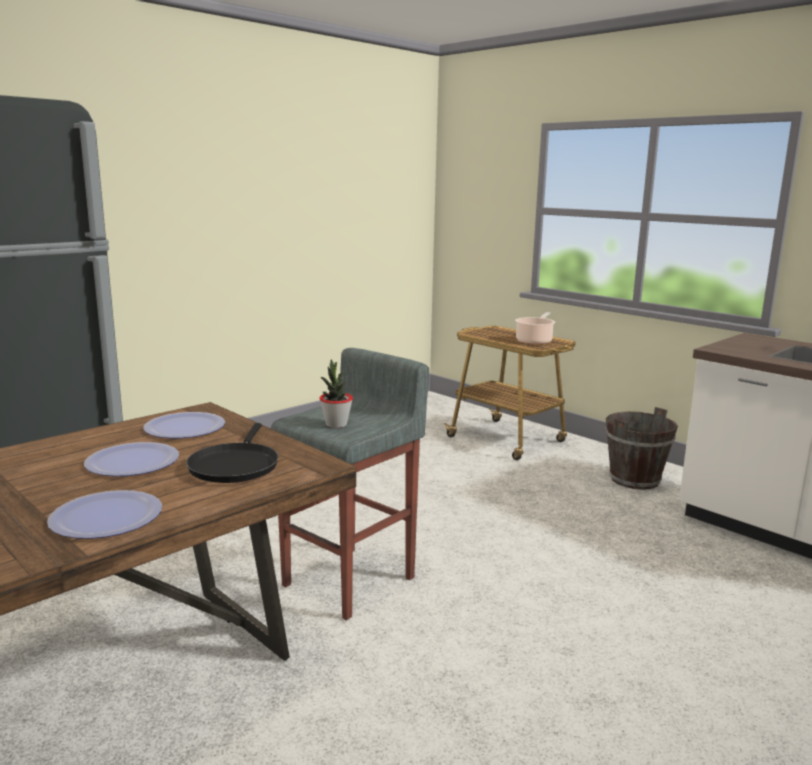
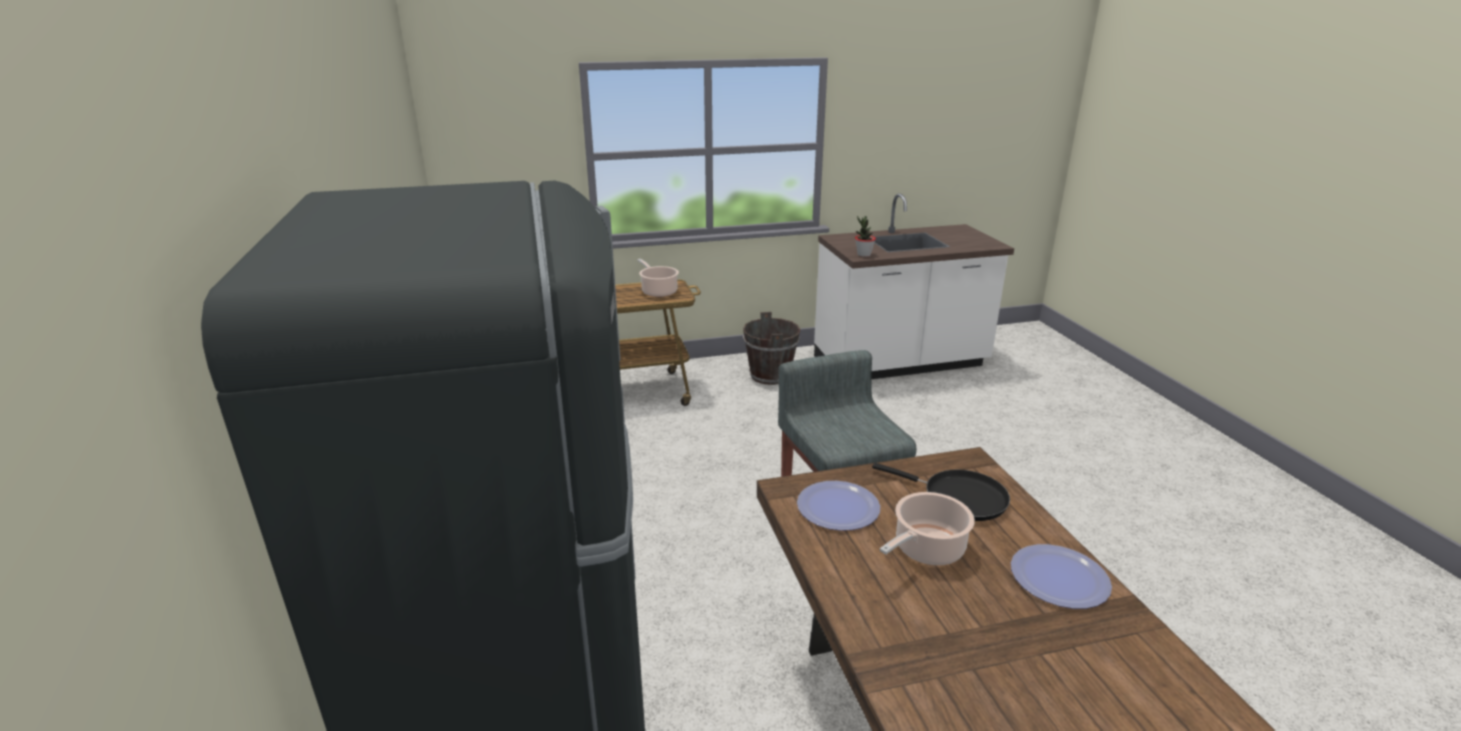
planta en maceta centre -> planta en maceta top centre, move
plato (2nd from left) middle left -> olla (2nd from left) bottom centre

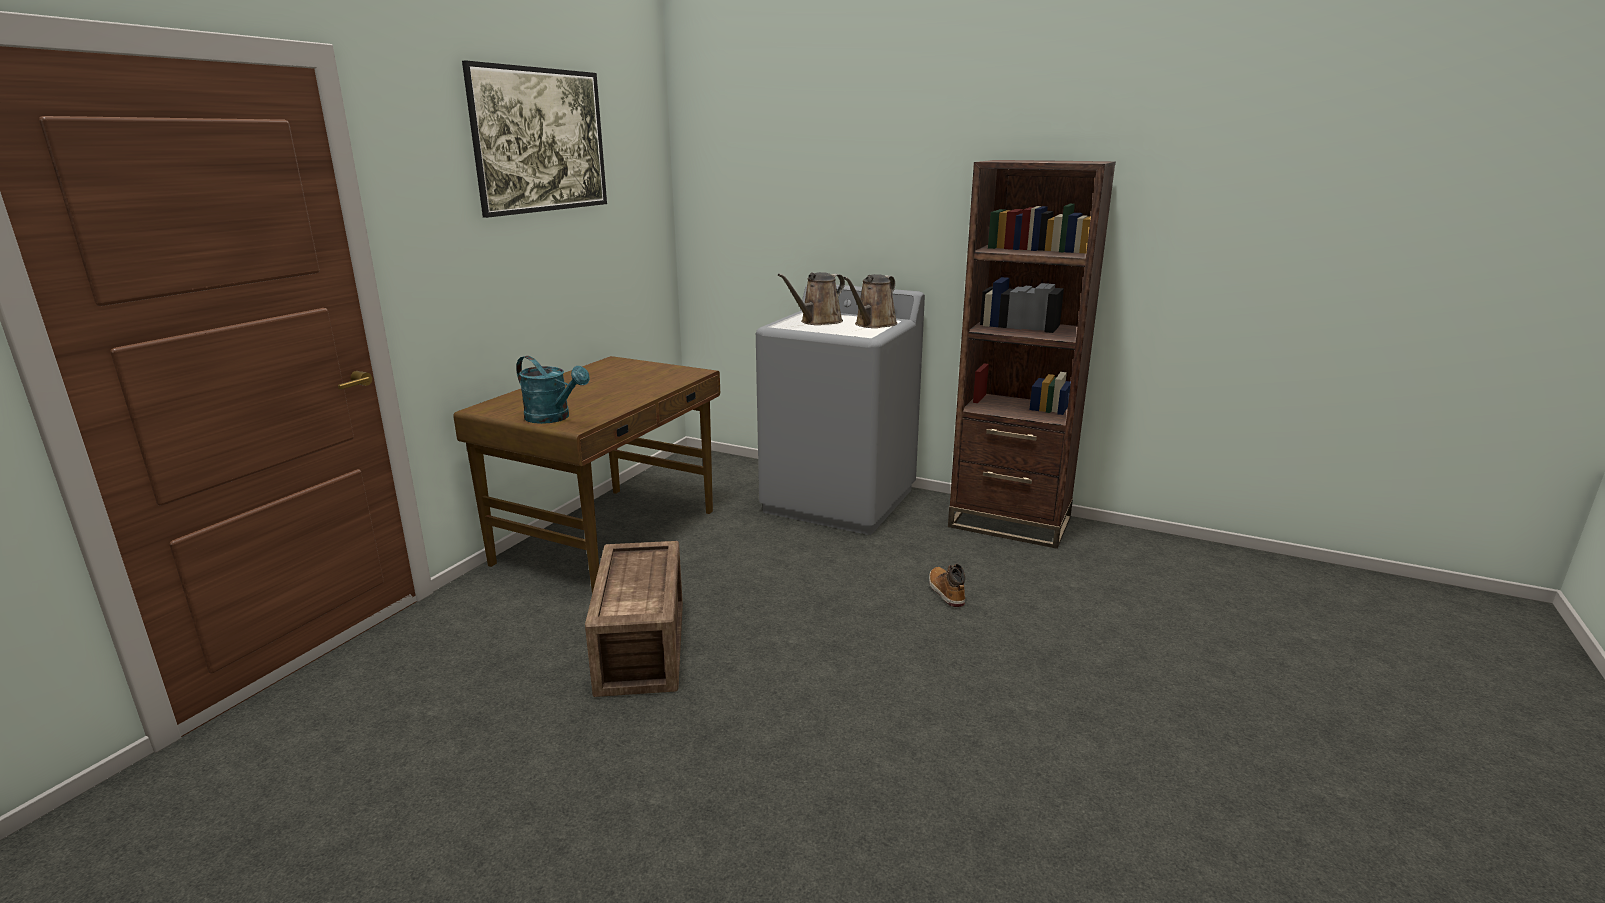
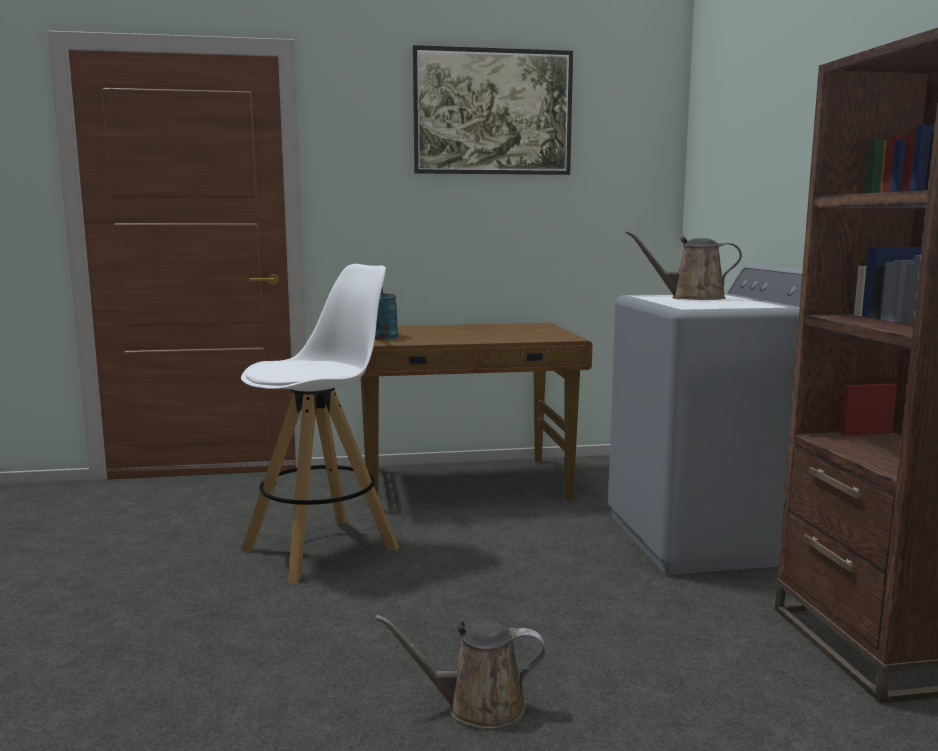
bota centre -> none
regadera/marrón (2nd from left in the first image) centre -> regadera/marrón (1st from left) bottom centre, move
caja de embalaje bottom centre -> taburete/blanco centre

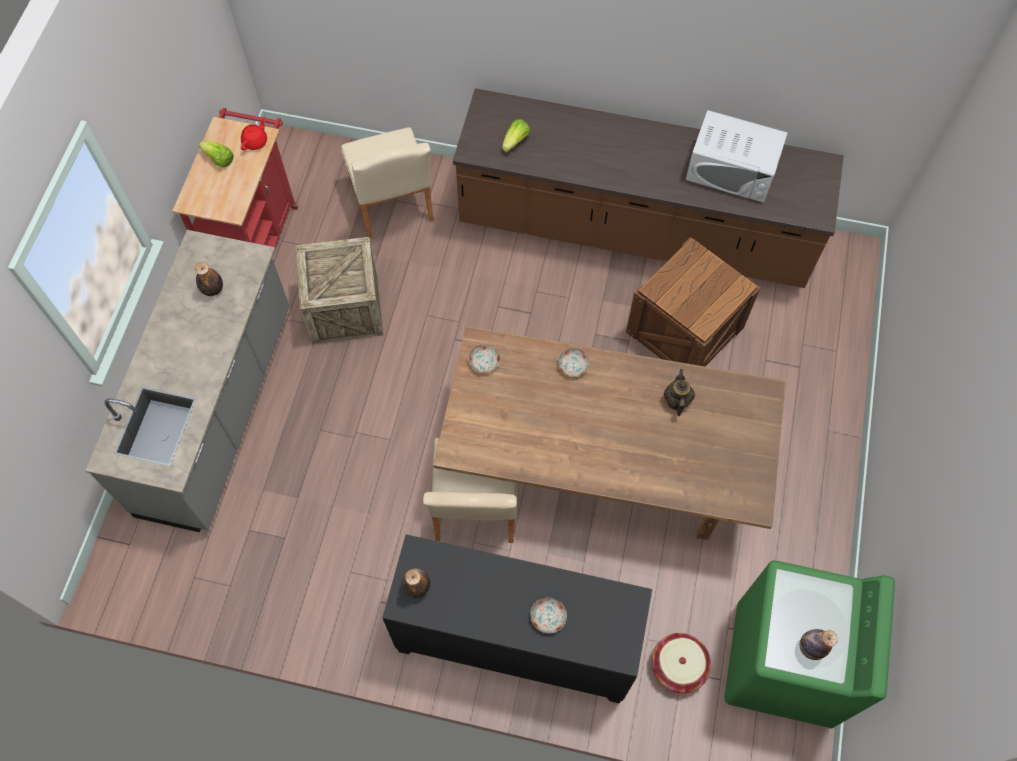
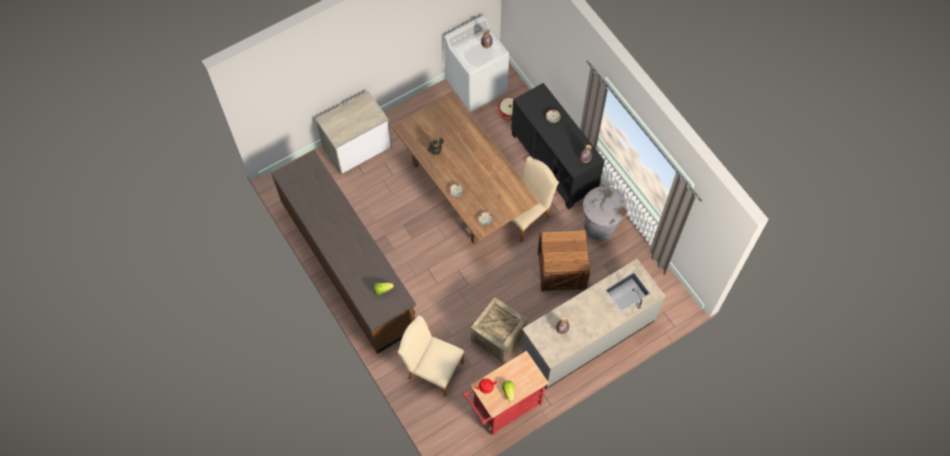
microondas/blanco top right -> none
none -> cómoda top centre
none -> papelera/gris centre
caja de embalaje (2nd from left) middle right -> caja de embalaje (2nd from left) centre, move
lavadora/verde bottom right -> lavadora/blanco top centre
silla/beis (1st from left) top centre -> silla/beis (1st from left) bottom centre, 90 degrees counterclockwise

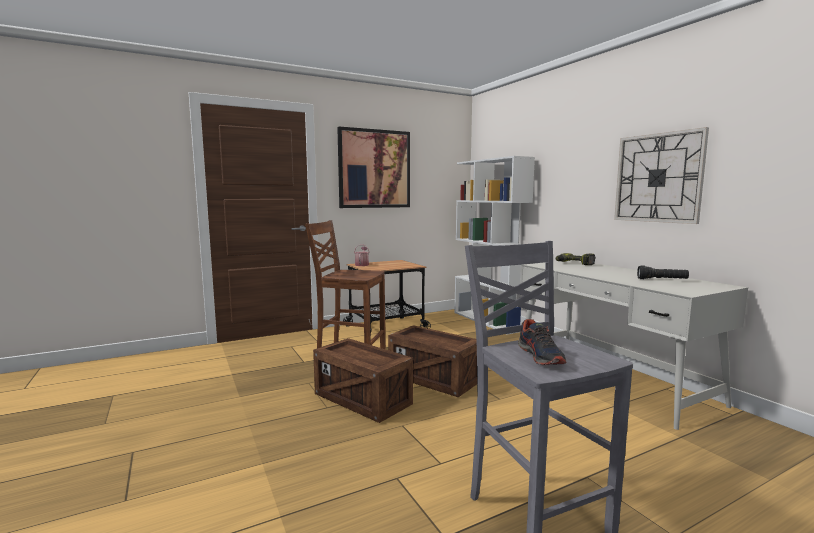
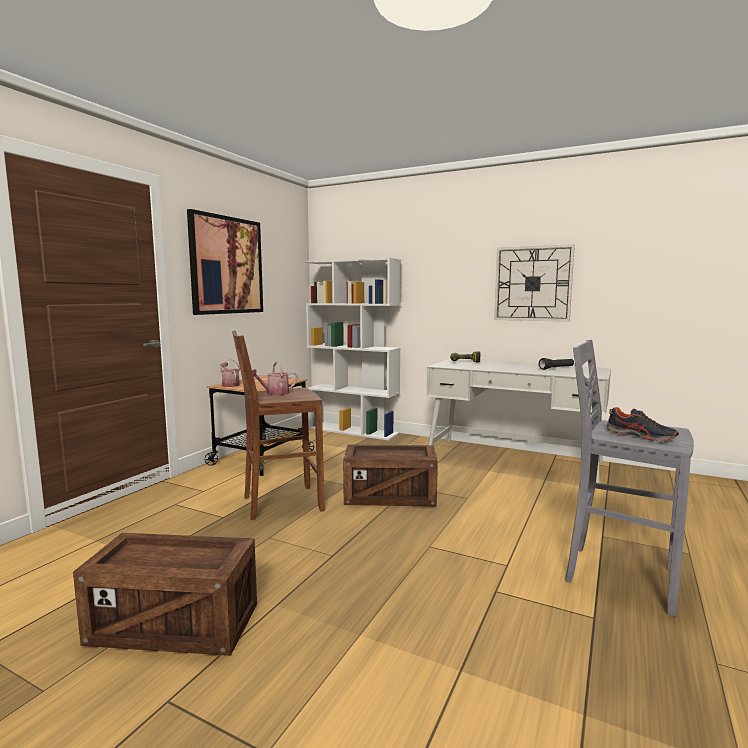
none -> regadera (2nd from left) centre
caja de embalaje (1st from left) bottom centre -> caja de embalaje (1st from left) bottom left, move

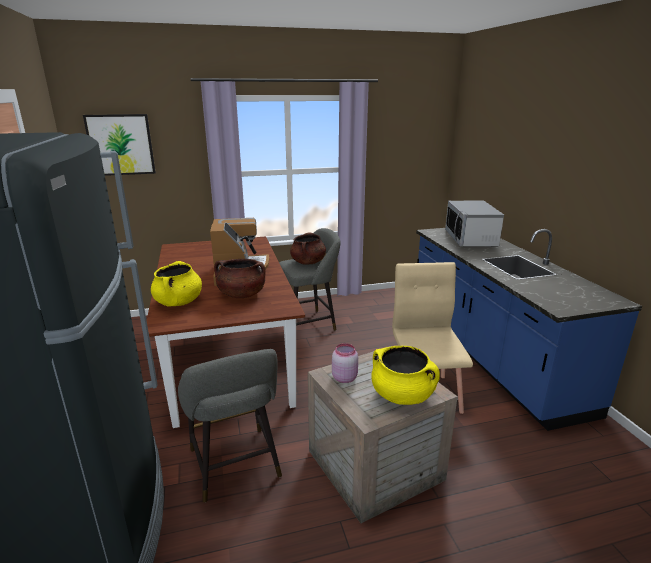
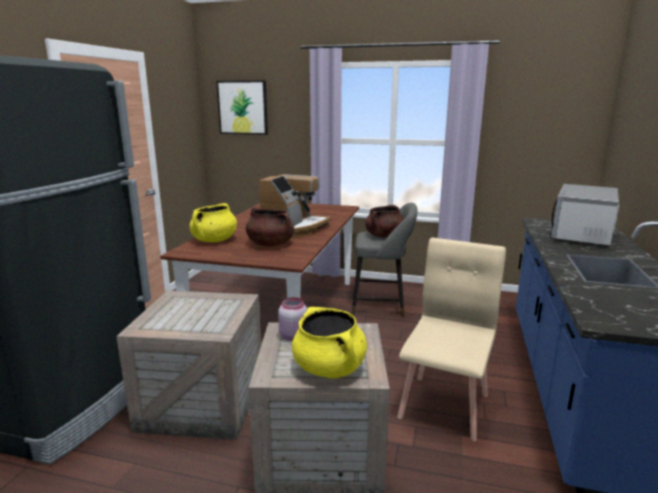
taburete/gris (1st from left) bottom centre -> caja de embalaje (1st from left) bottom left

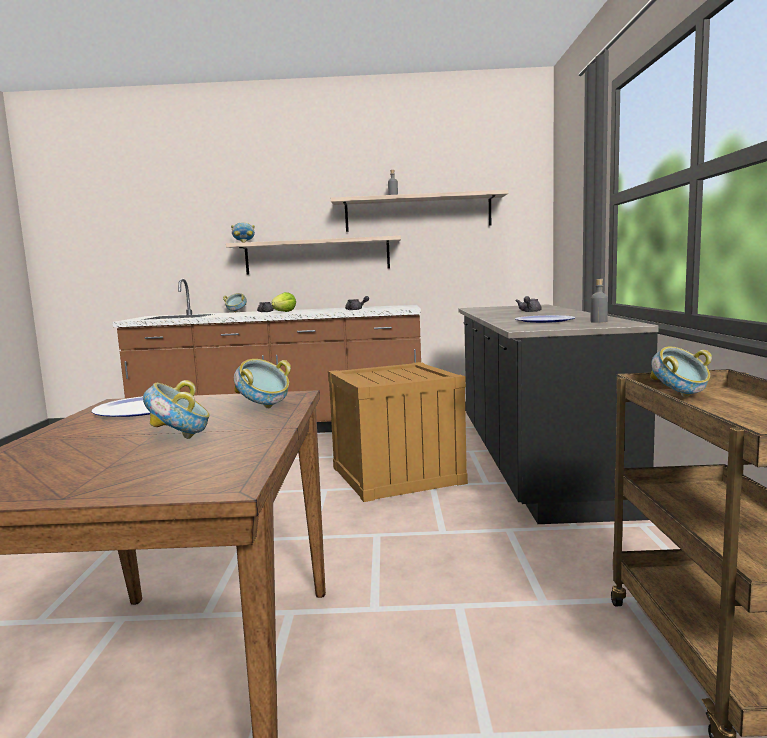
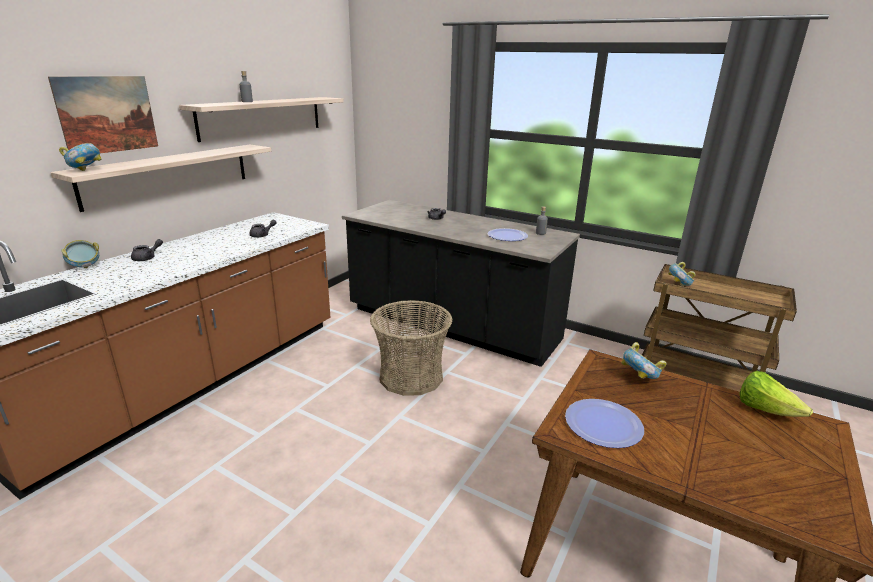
cuenco (1st from left) middle left -> none
none -> cuadro top left
lechuga centre -> lechuga bottom right, move
caja de embalaje centre -> cesta centre

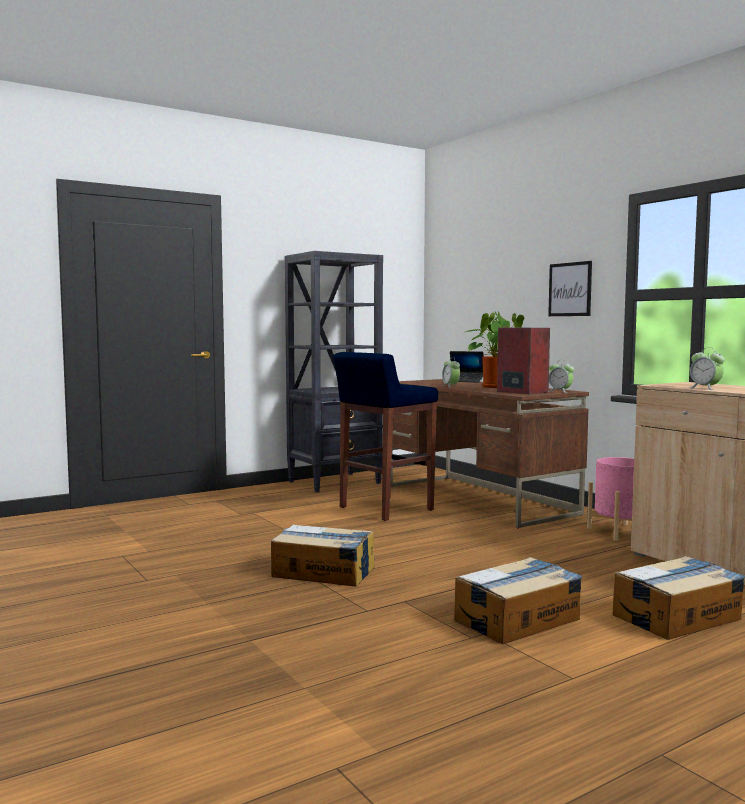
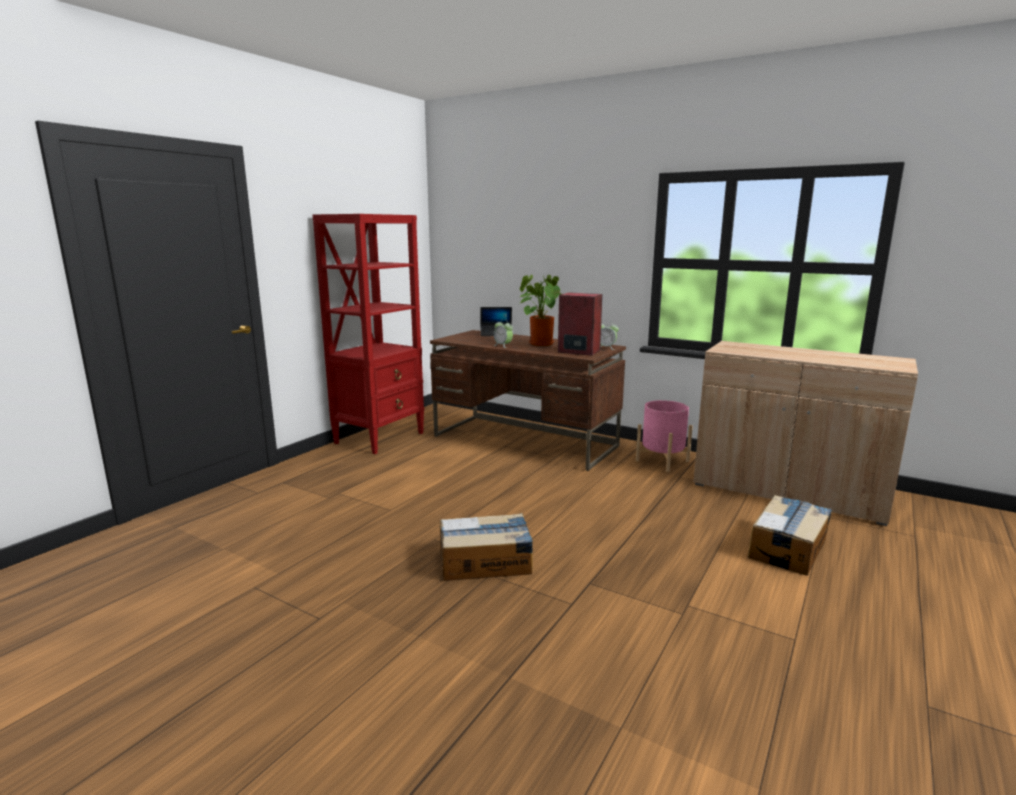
taburete/azul centre -> none
caja de cartón (2nd from left) bottom right -> none
cuadro middle right -> none
despertador (3rd from left) middle right -> none
estantería/negro centre -> estantería/rojo centre

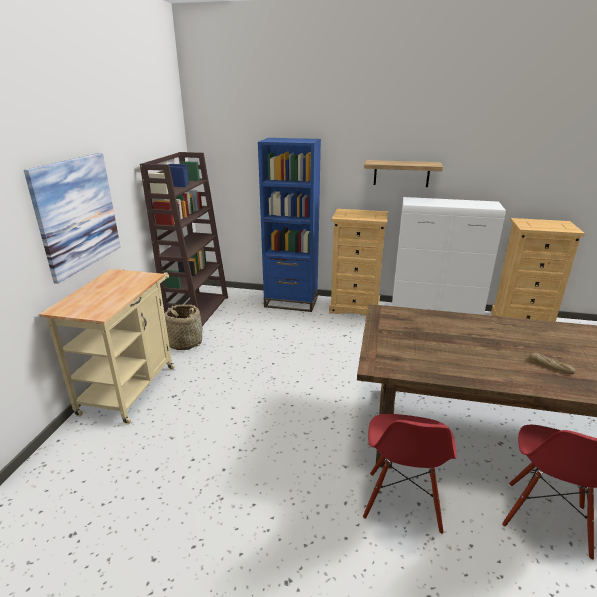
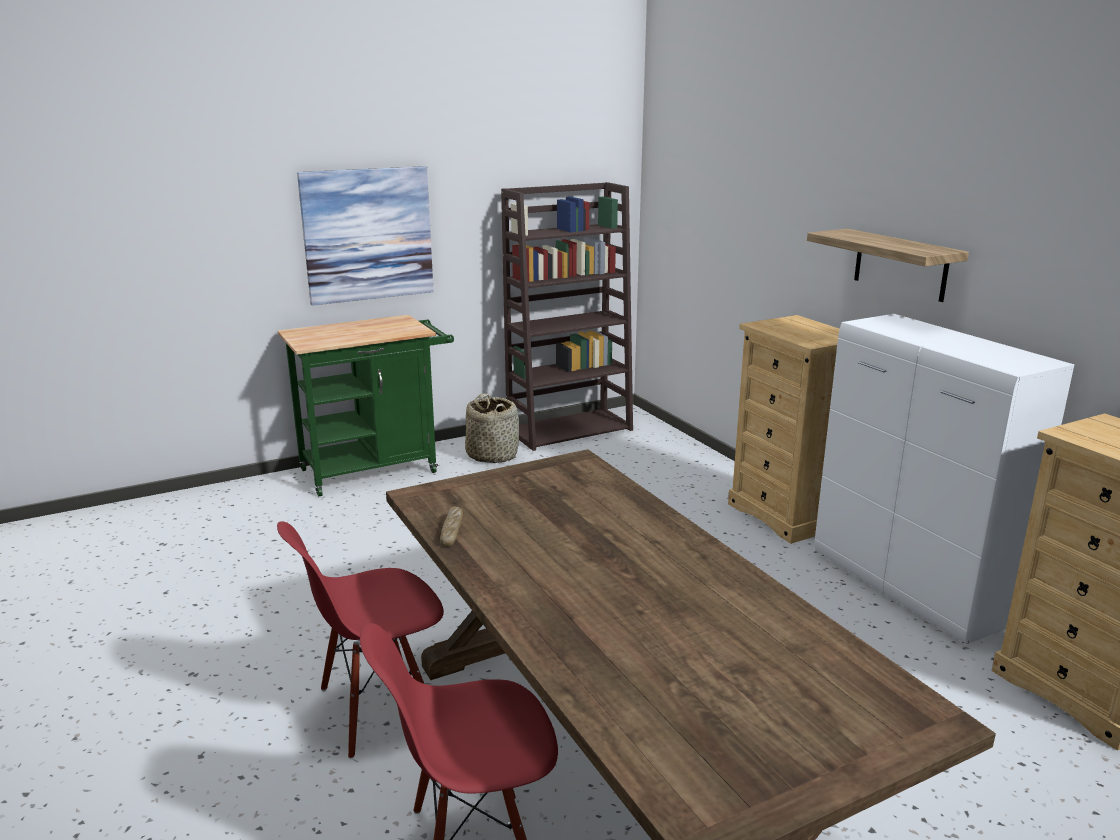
estantería/azul centre -> none
pan middle right -> pan centre, move
carrito/beis middle left -> carrito/verde middle left

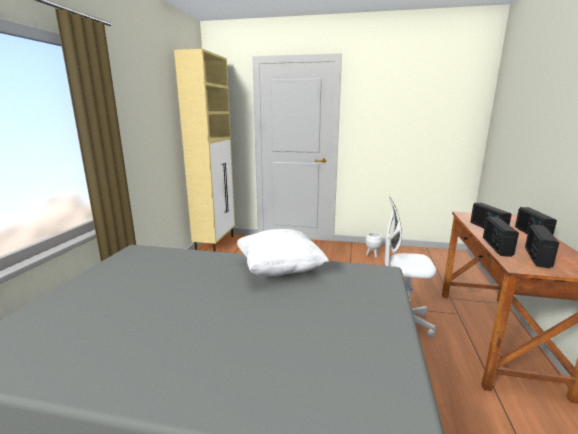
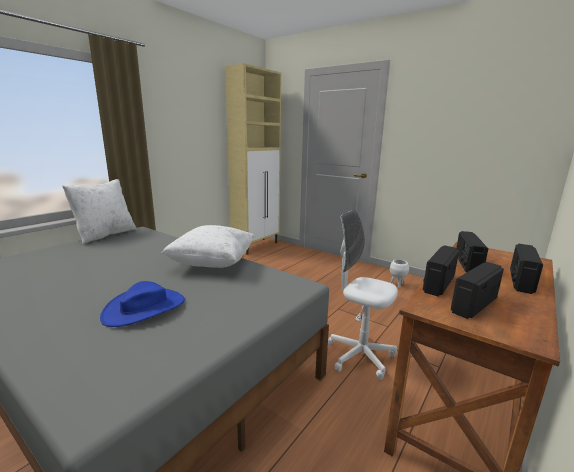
none -> cojín/blanco (1st from left) middle left
none -> sombrero/azul middle left

